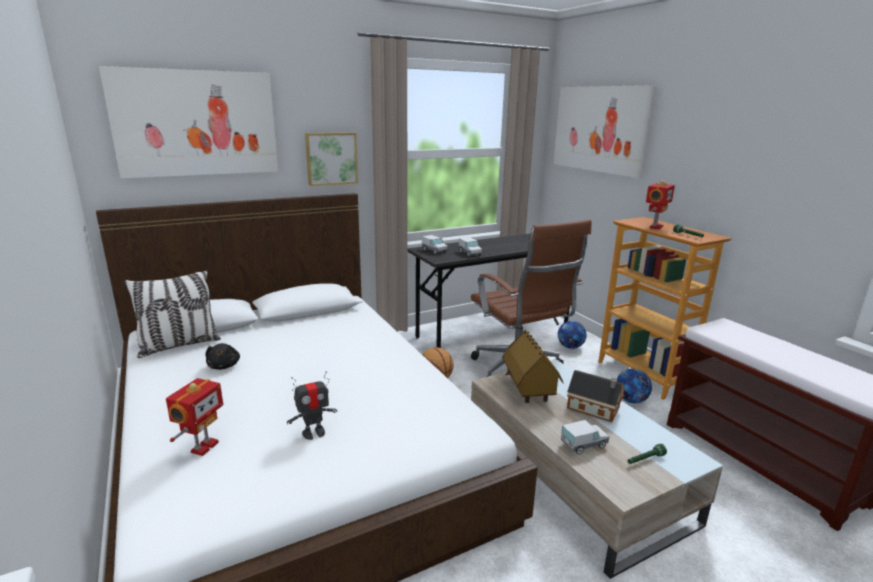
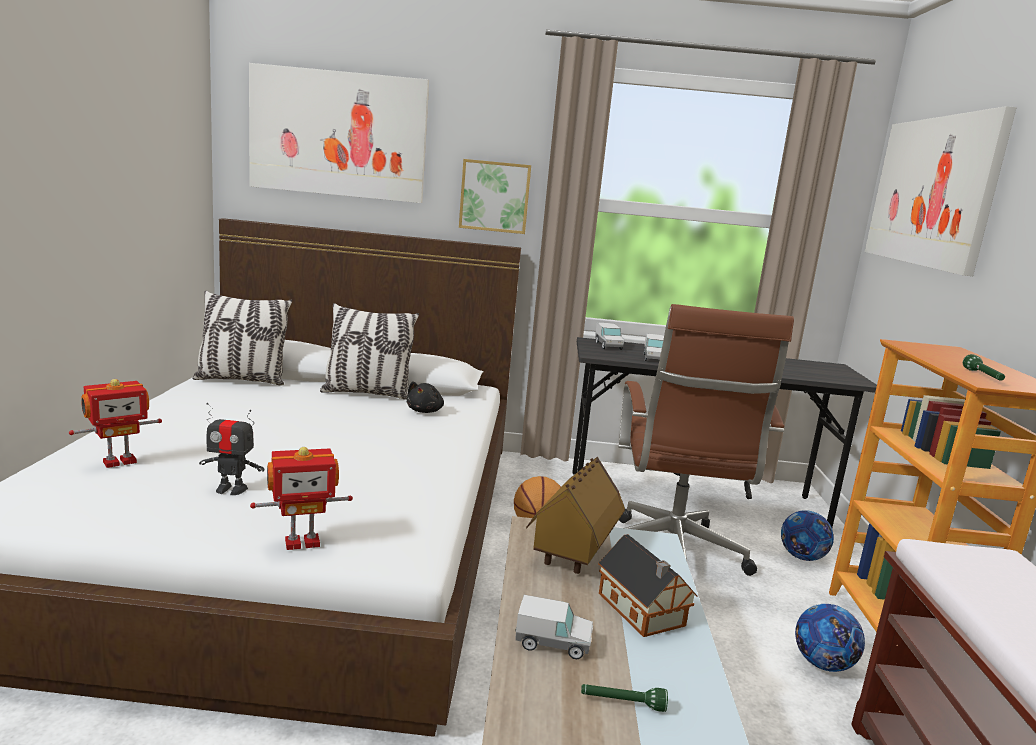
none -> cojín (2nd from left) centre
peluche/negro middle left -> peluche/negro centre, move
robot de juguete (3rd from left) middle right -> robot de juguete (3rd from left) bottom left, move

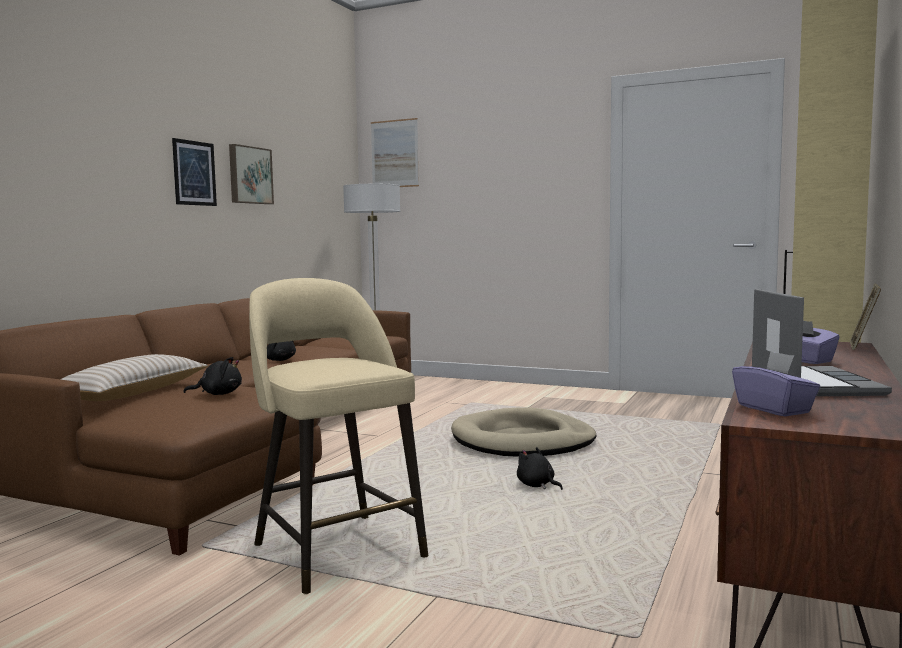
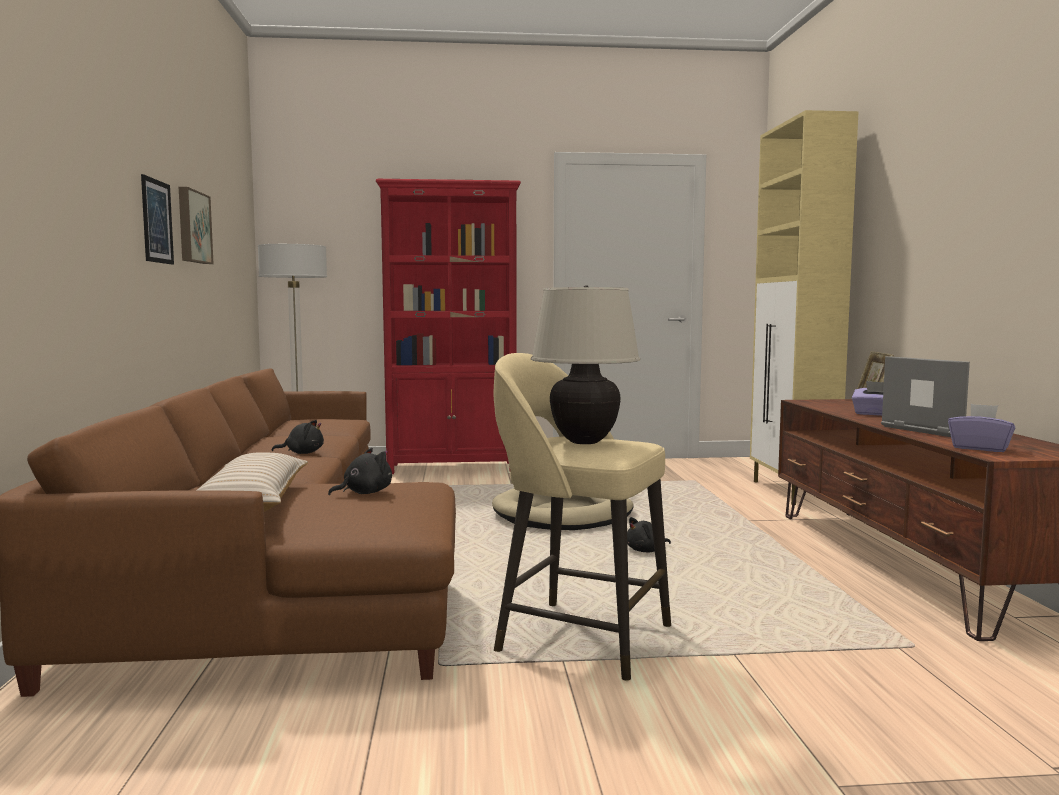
cuadro (3rd from left) top centre -> none
none -> estantería/rojo centre
none -> lámpara de mesa/beis centre
peluche/negro (3rd from left) bottom centre, 45 degrees counterclockwise

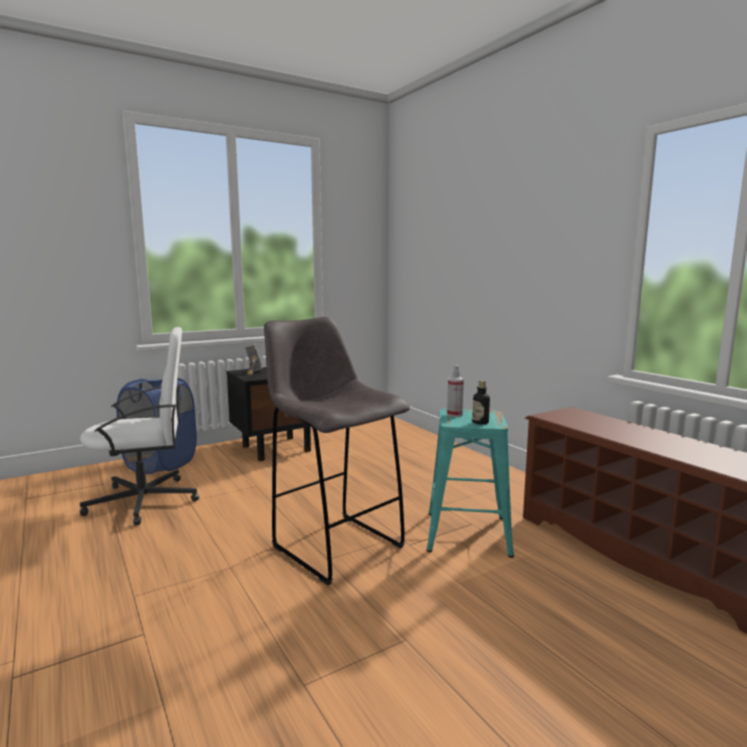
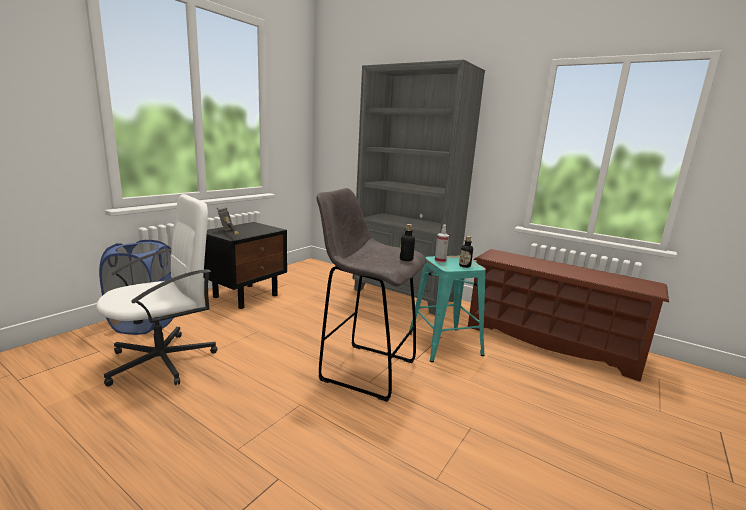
none -> estantería/gris centre
none -> botella (1st from left) centre

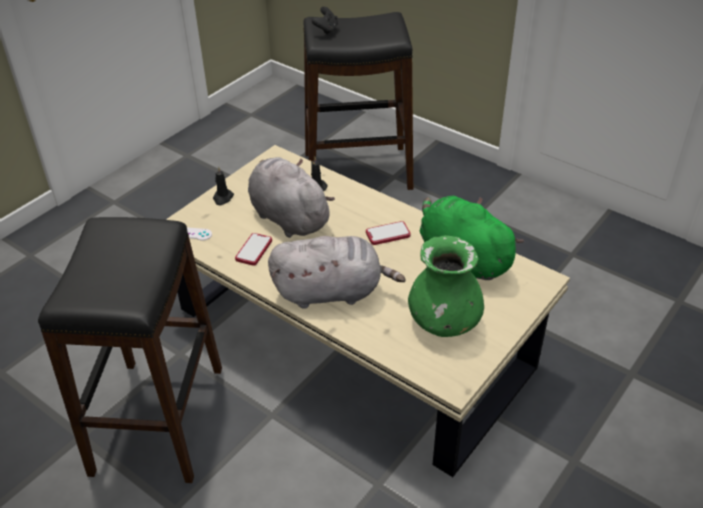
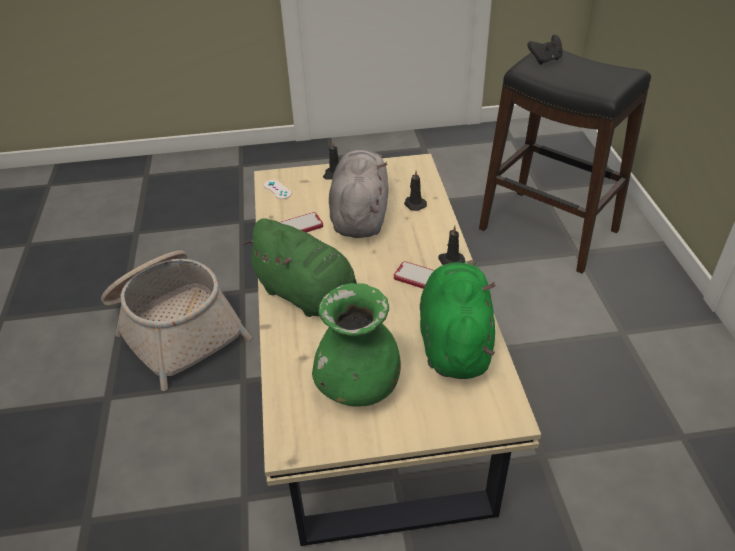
none -> vela/negro (3rd from left) centre
taburete/negro (1st from left) bottom left -> cesta middle left
peluche/gris (2nd from left) centre -> peluche/verde (1st from left) centre

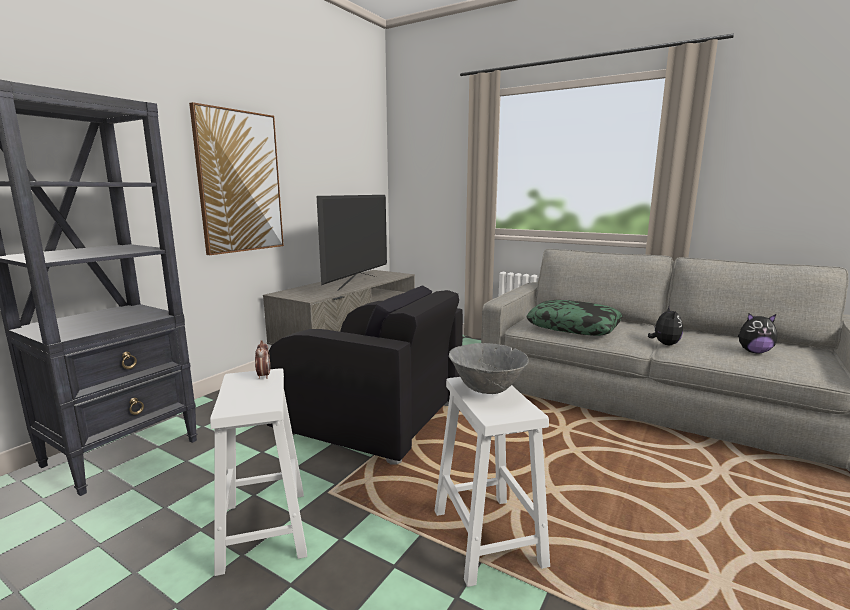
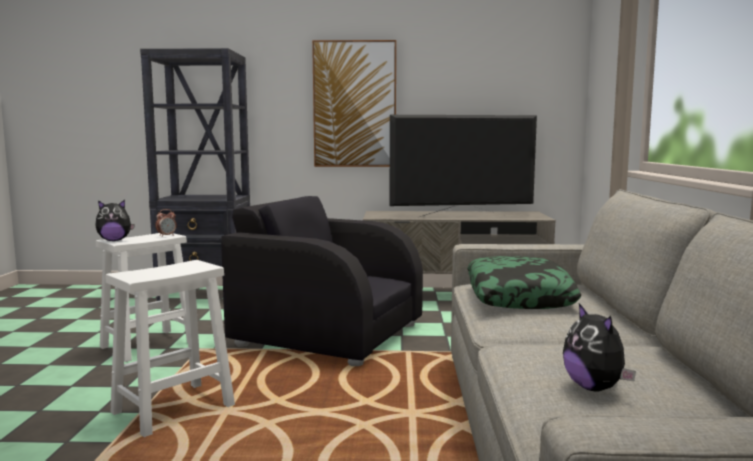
cuenco/gris centre -> none
peluche (1st from left) middle right -> peluche (1st from left) middle left, move
sillón/negro centre, 120 degrees clockwise

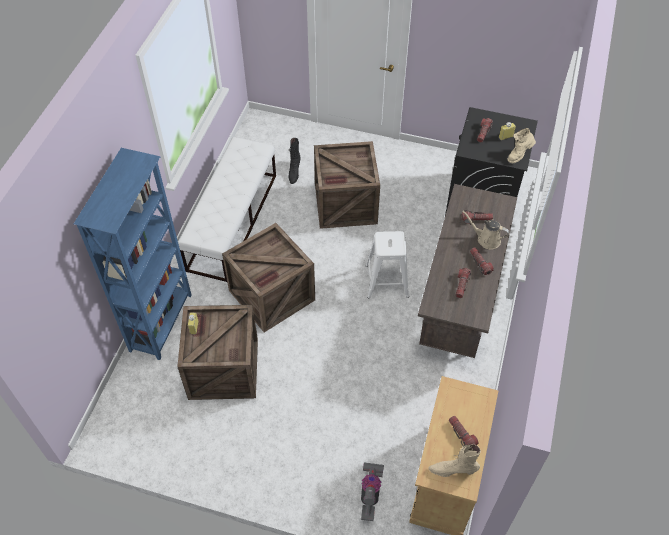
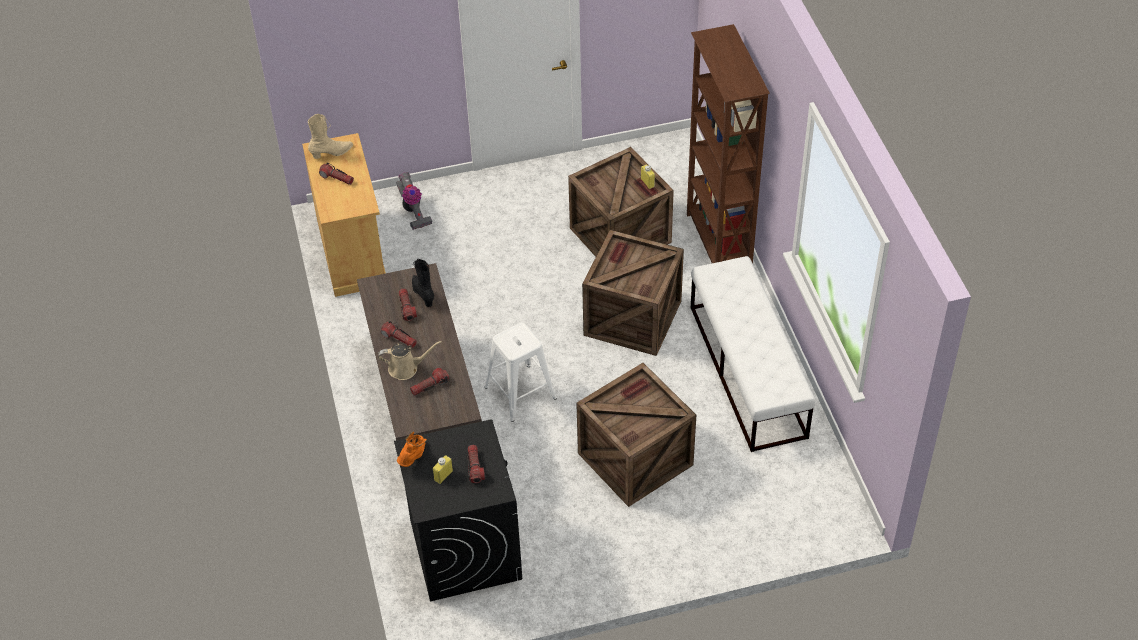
bota/negro top centre -> bota/negro centre, move
estantería/azul middle left -> estantería/marrón top centre
bota/beis (2nd from left) top right -> bota/naranja bottom centre

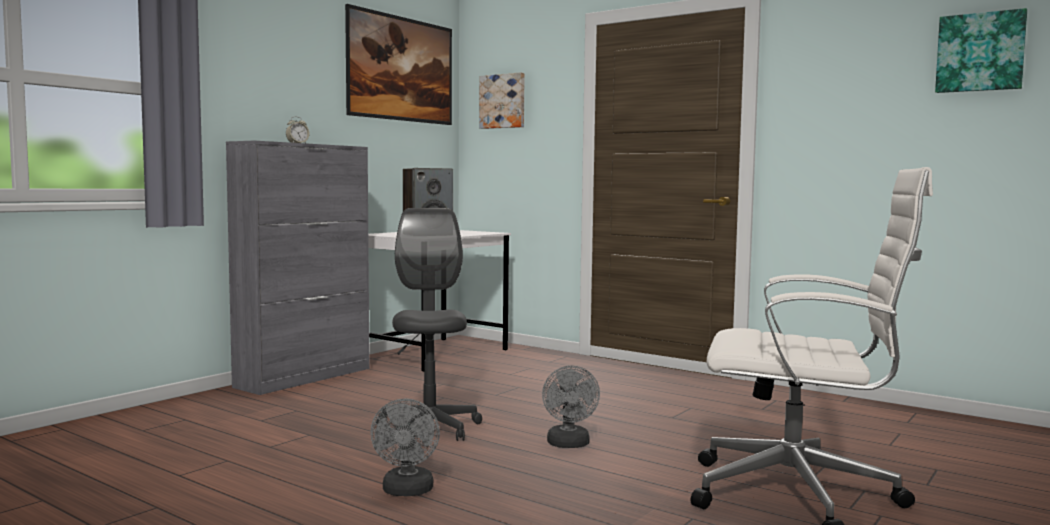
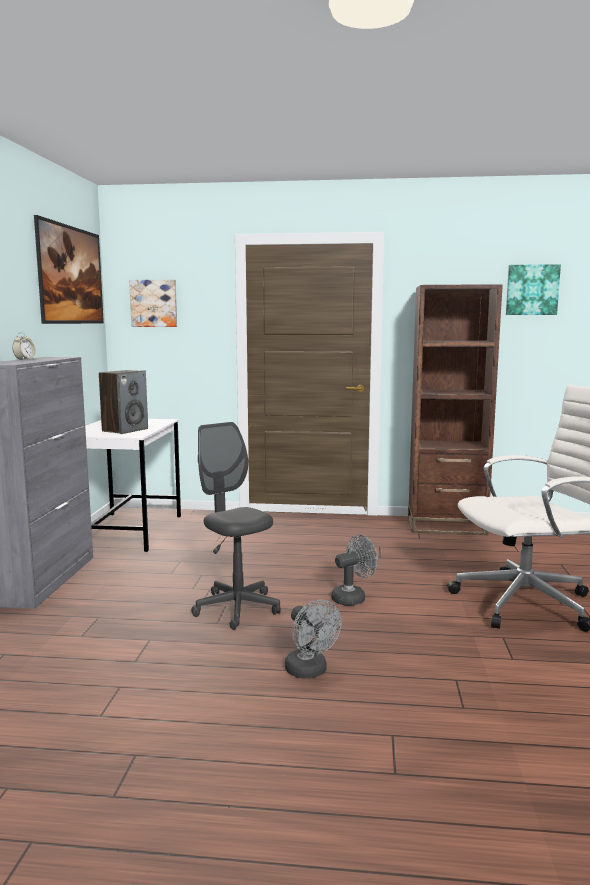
none -> estantería/marrón middle right
ventilador/gris (2nd from left) bottom centre -> ventilador/gris (2nd from left) centre, 90 degrees counterclockwise

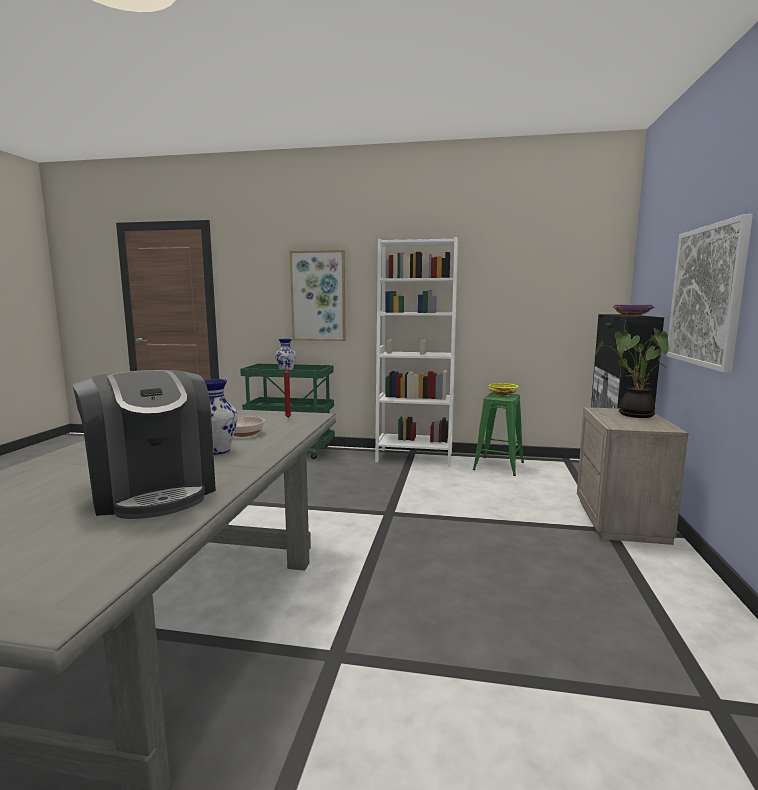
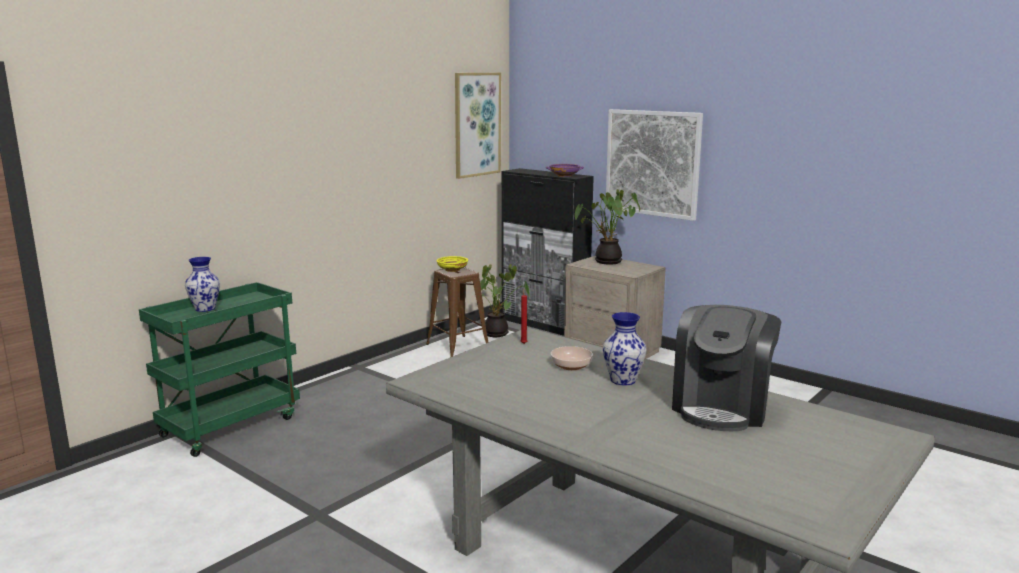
estantería/blanco centre -> none
none -> planta en maceta (1st from left) centre
cuadro (1st from left) centre -> cuadro (1st from left) top centre, move
taburete/verde centre -> taburete/marrón centre
cafetera middle left -> cafetera middle right, 120 degrees clockwise

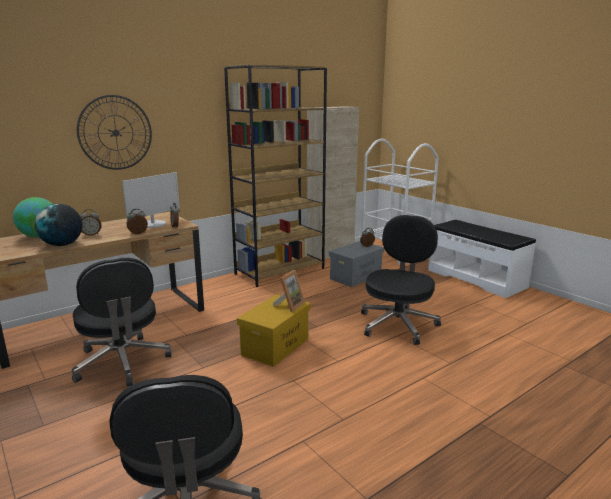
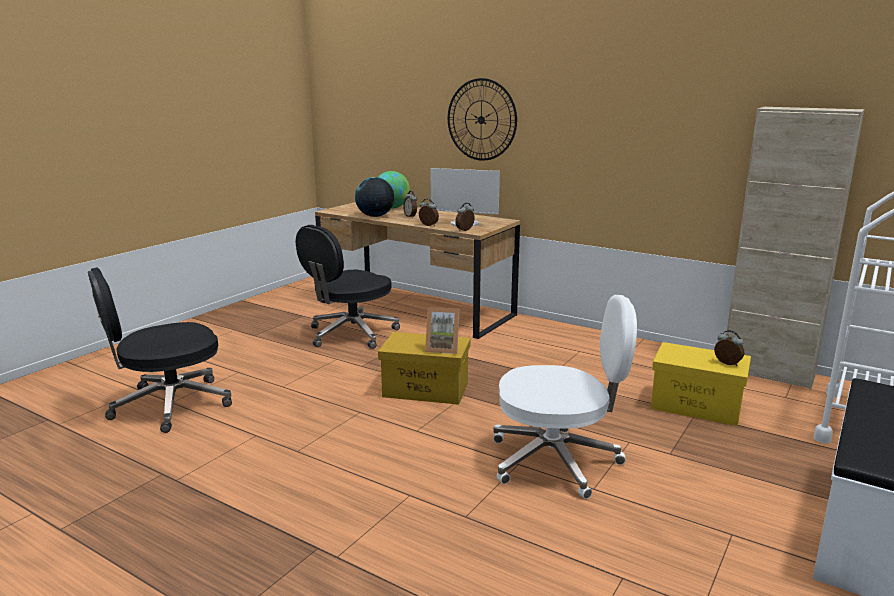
estantería/marrón centre -> none
caja de almacenaje/gris centre -> caja de almacenaje/amarillo (2nd from left) middle right
silla de oficina/negro (3rd from left) centre -> silla de oficina/blanco centre

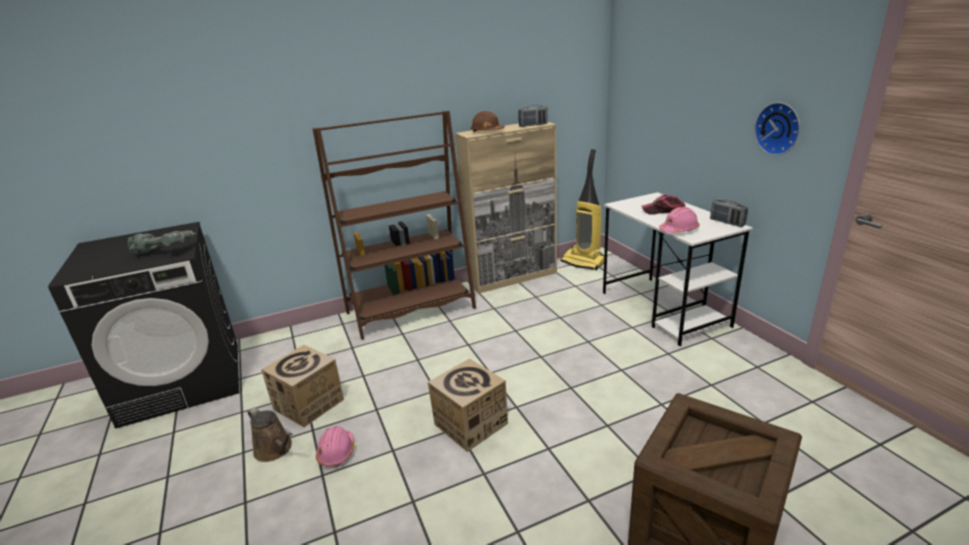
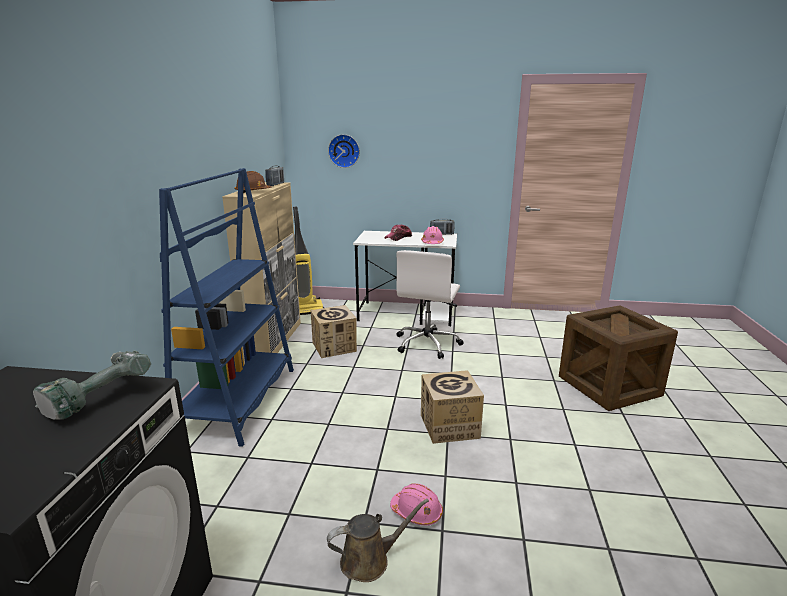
none -> silla de oficina/blanco centre
caja de cartón (1st from left) bottom left -> caja de cartón (1st from left) centre, move
reloj de pared top right -> reloj de pared top centre, move
estantería/marrón centre -> estantería/azul middle left

